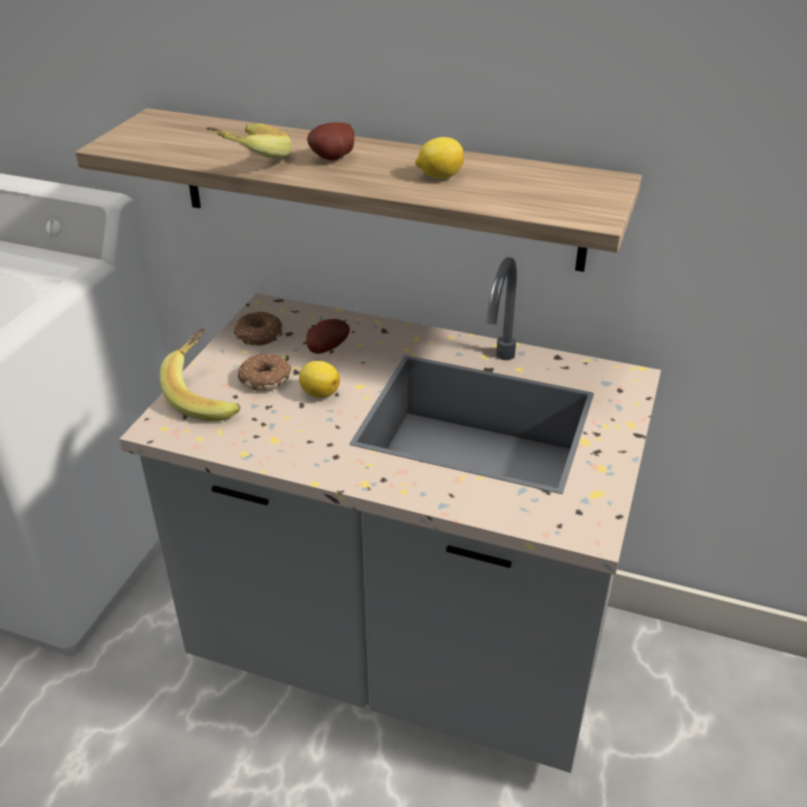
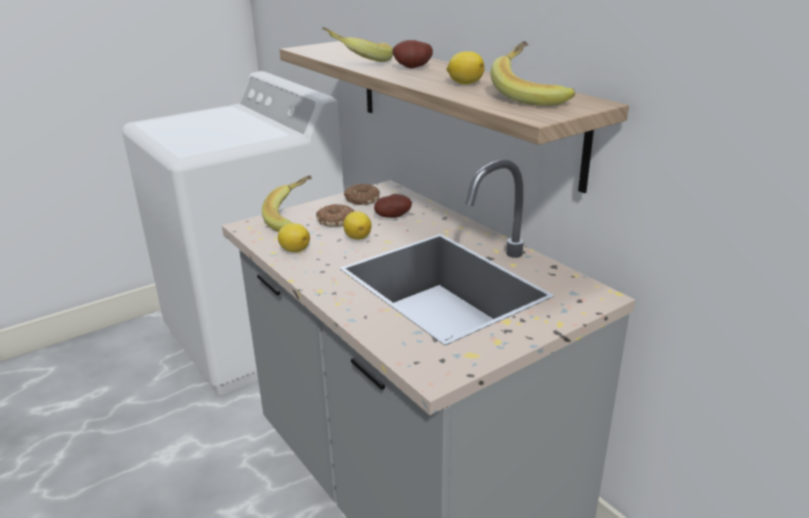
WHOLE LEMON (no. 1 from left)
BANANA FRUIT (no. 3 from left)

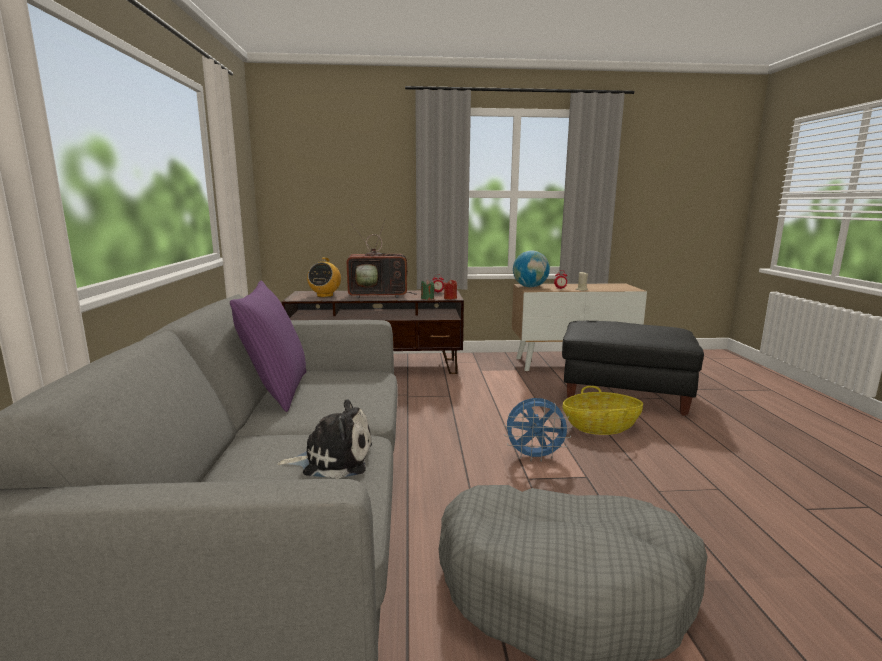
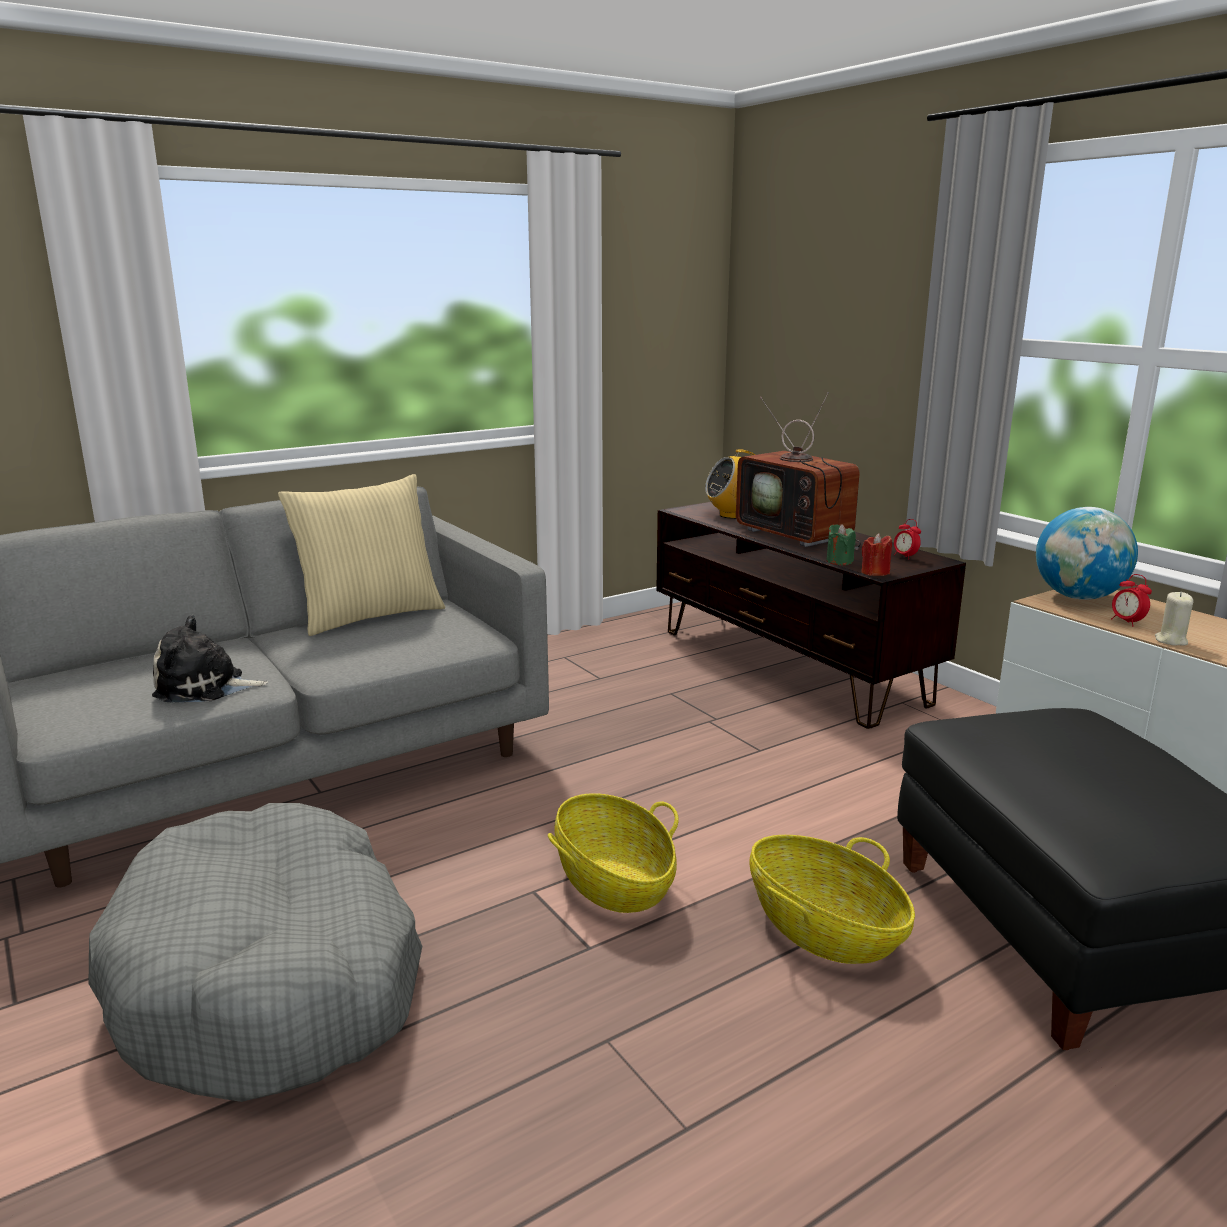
STORAGE BASKET (no. 1 from left)
BEIGE-COLOURED PILLOW
SOFT TOY

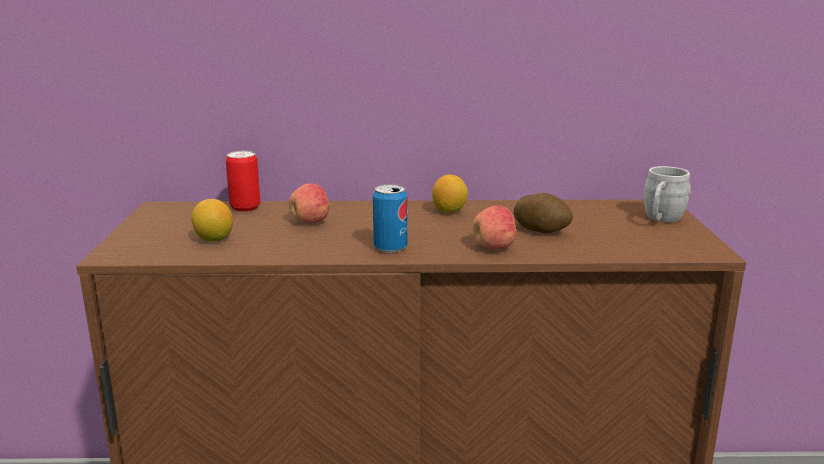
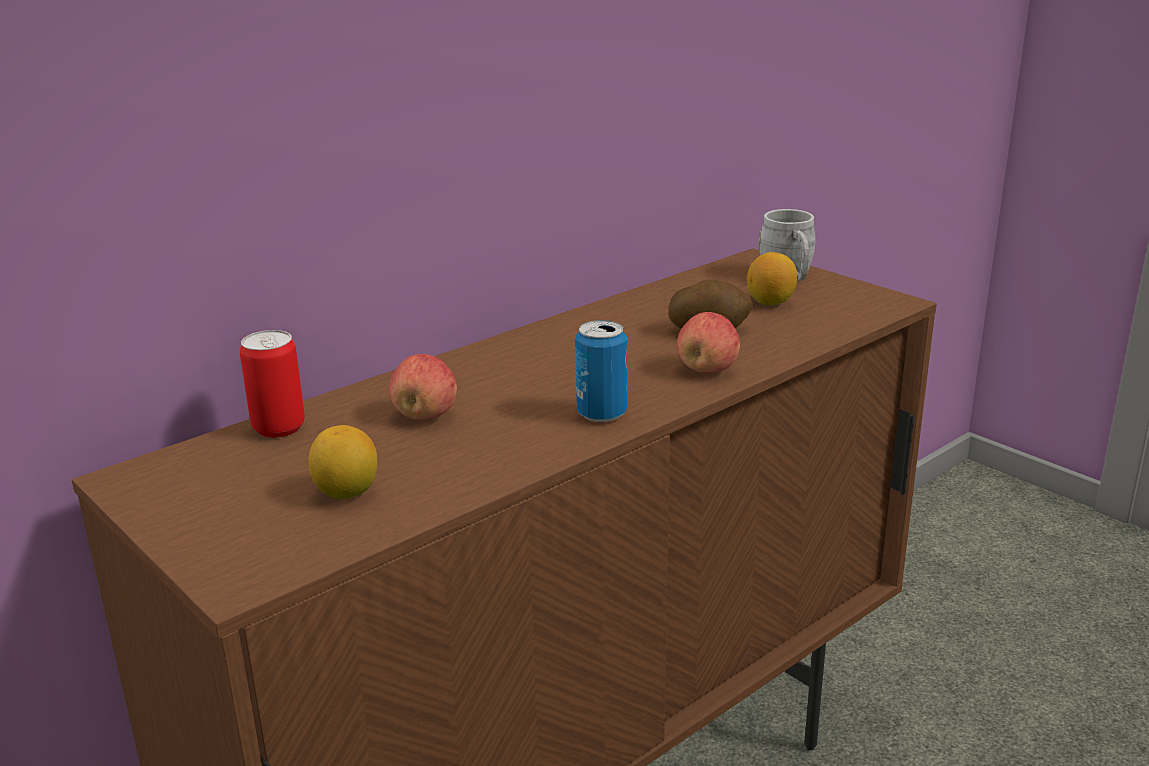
WHOLE LEMON (no. 2 from left)

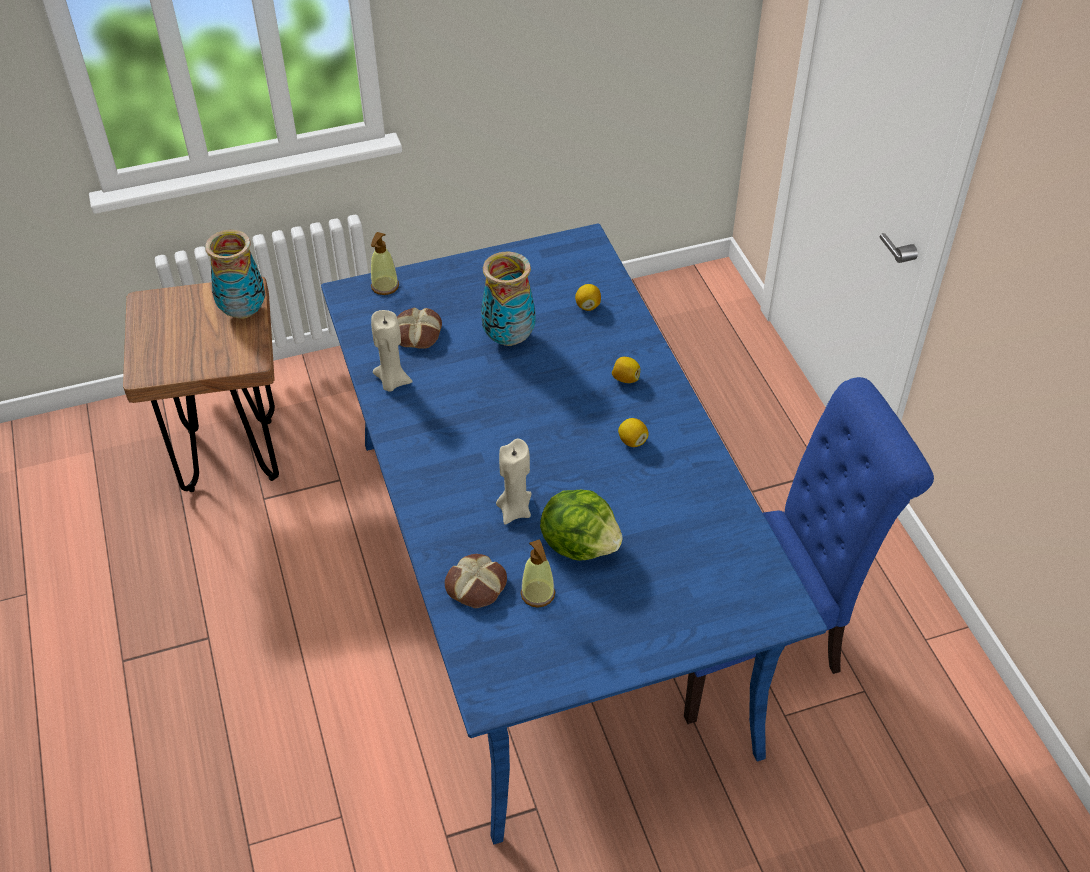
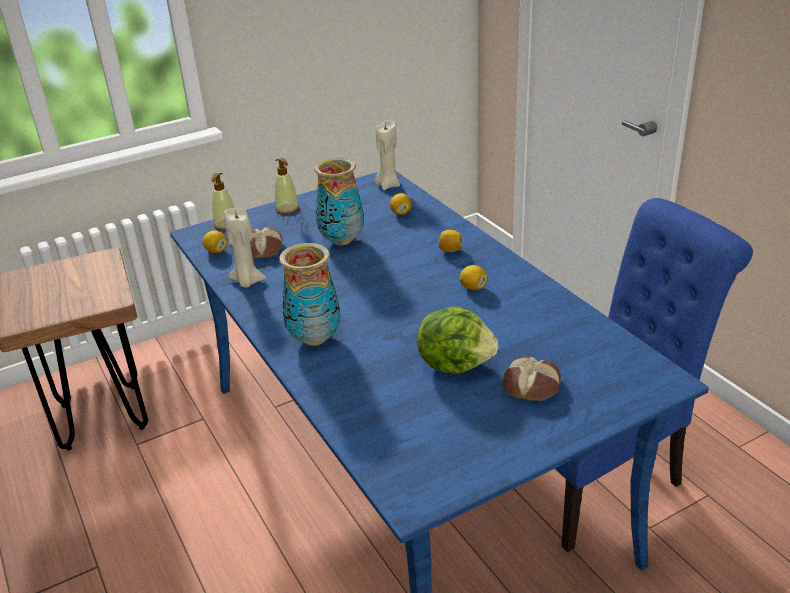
WHOLE LEMON (no. 1 from left)
VASE (no. 1 from left)
BAKERY BREAD (no. 2 from left)
BEIGE-COLOURED WAX CANDLE (no. 2 from left)
SOAP DISPENSER (no. 2 from left)

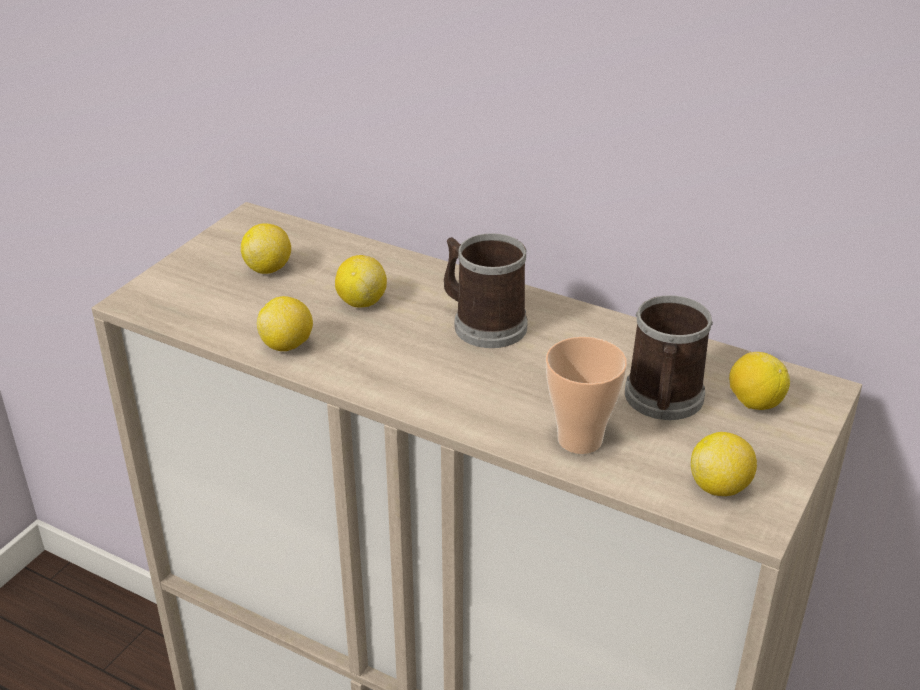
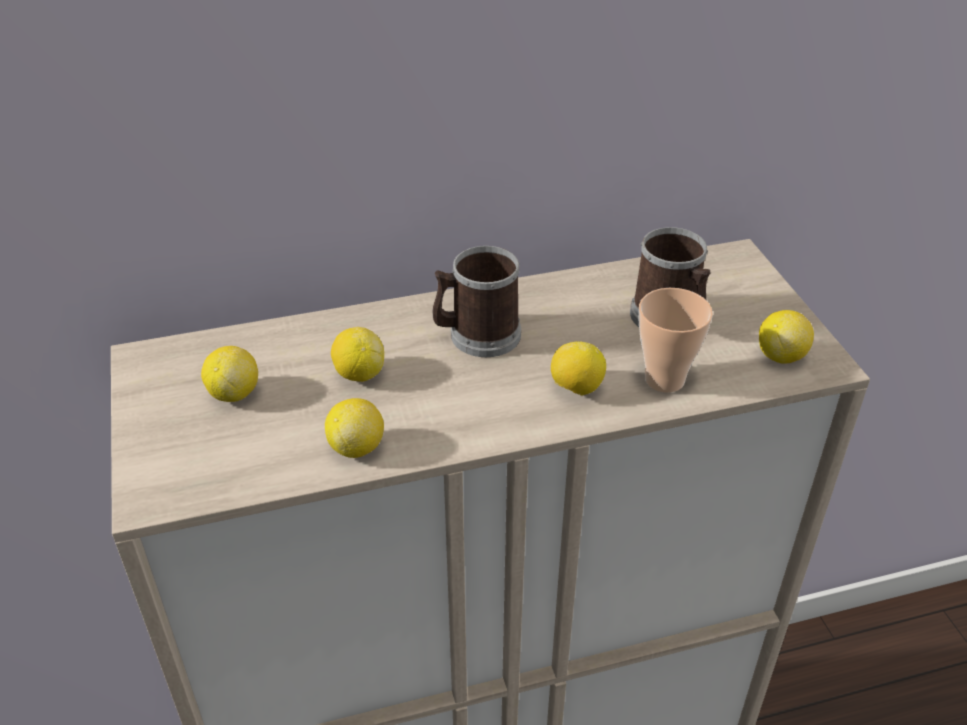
WHOLE LEMON (no. 4 from left)

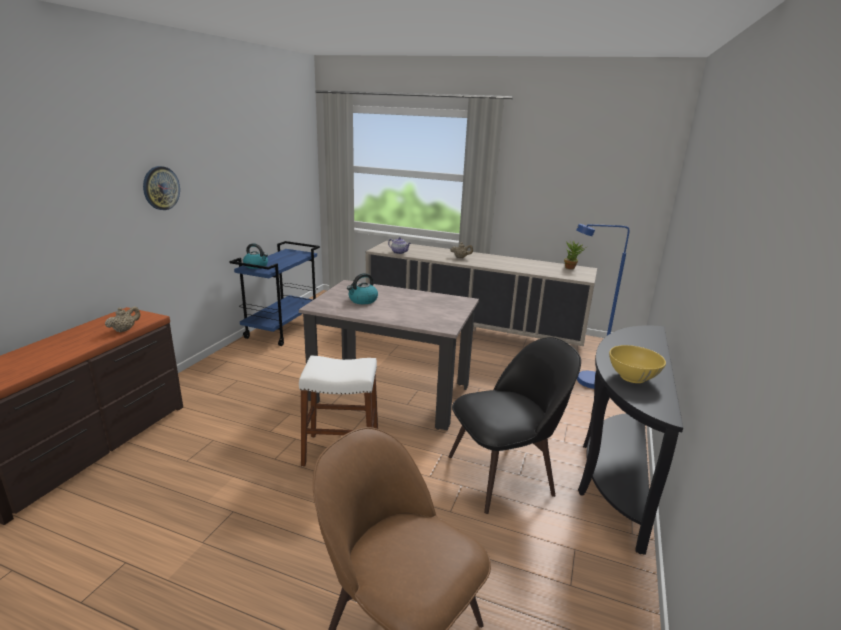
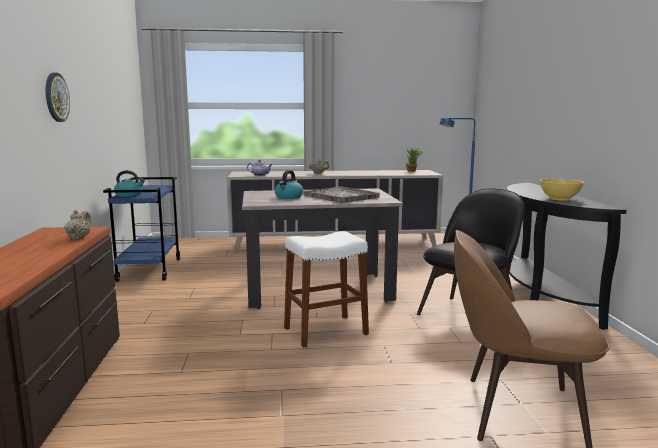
GRAY CARRYING TRAY

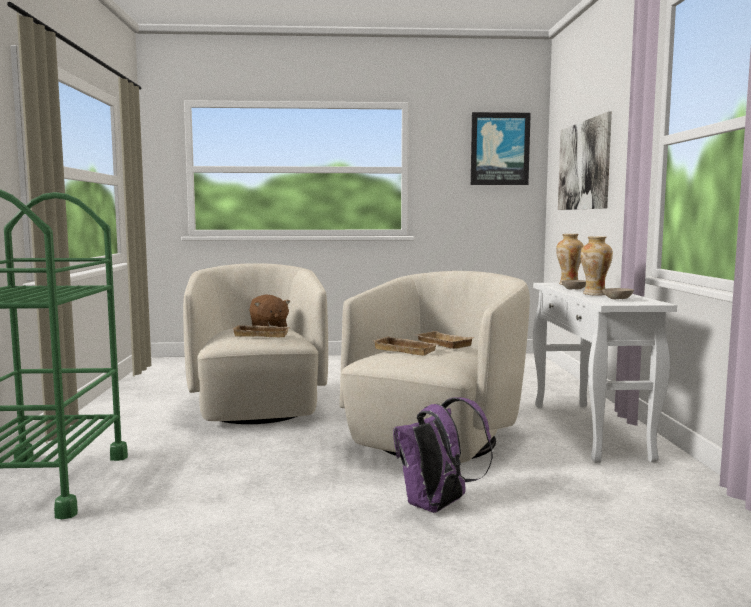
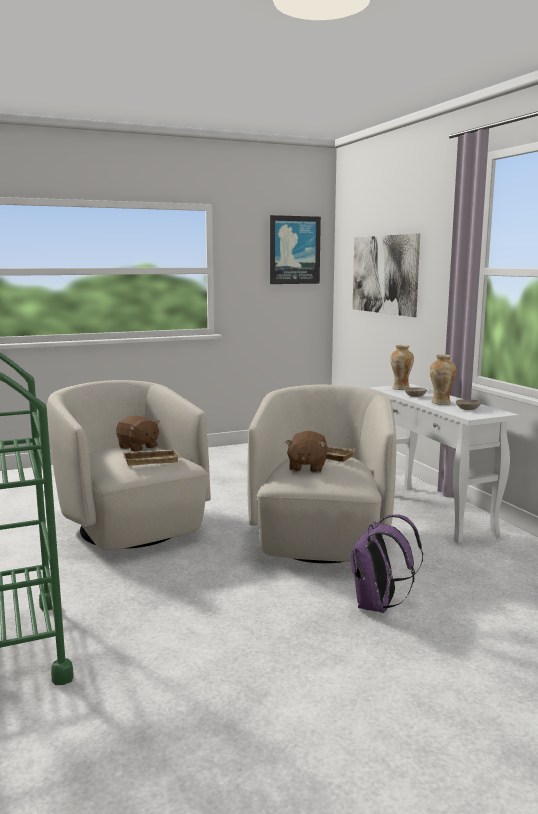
BROWN SOFT TOY (no. 2 from left)

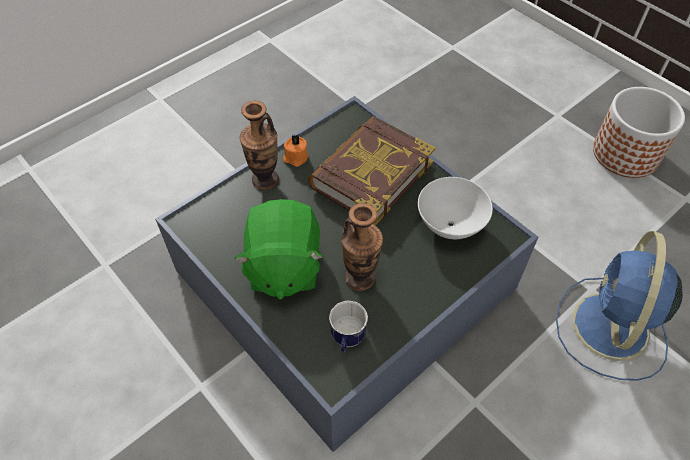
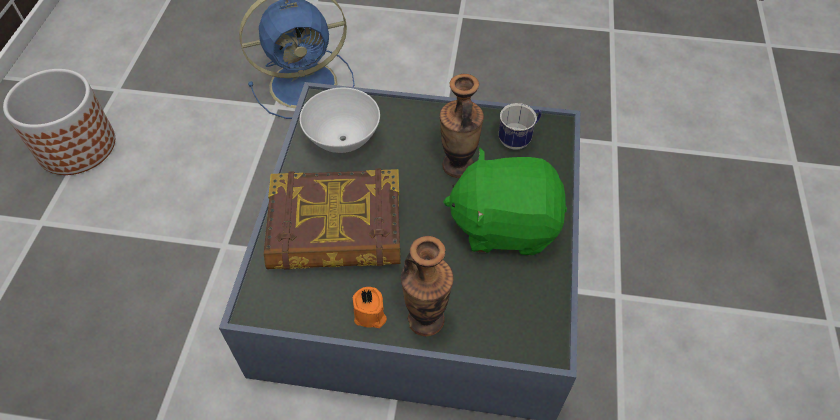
GREEN SOFT TOY

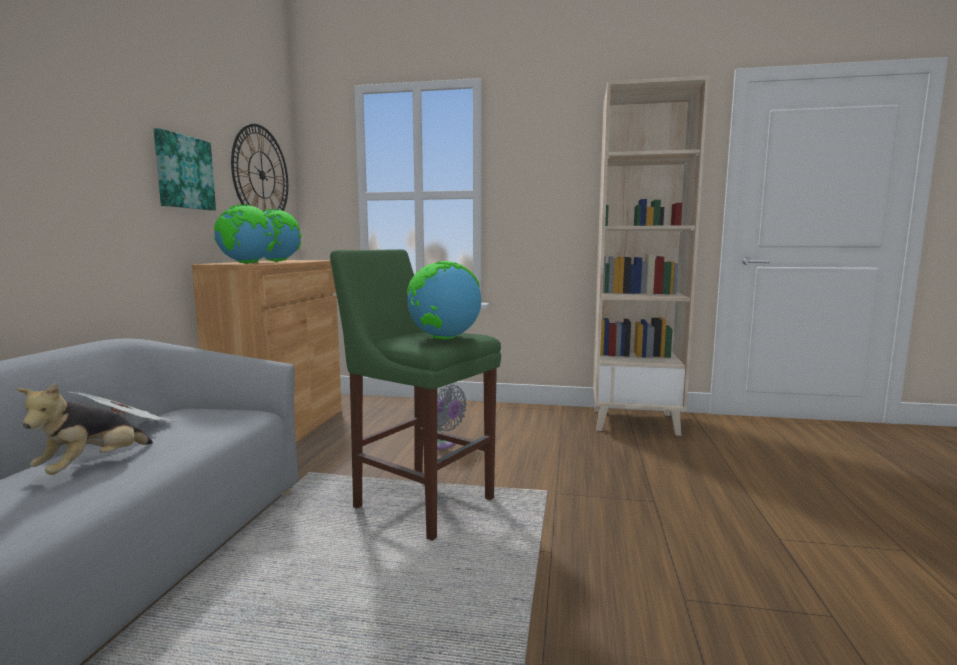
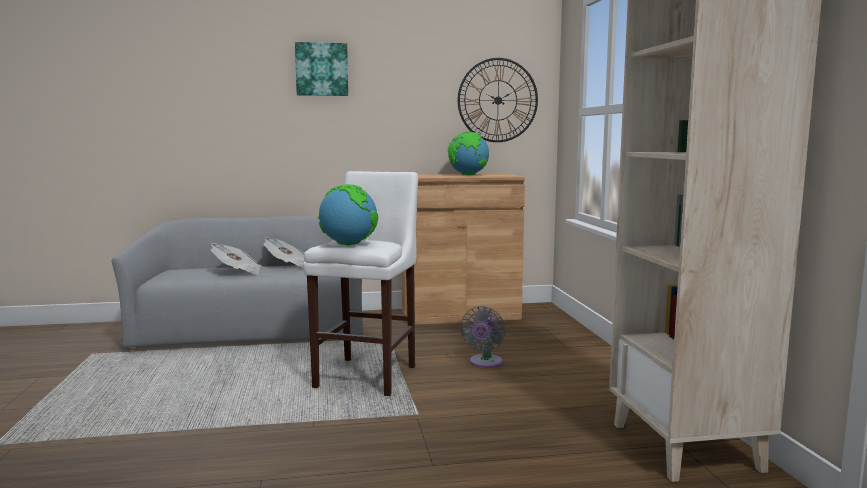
GLOBE (no. 1 from left in the first image)
PICTURE
DAILY PAPER (no. 1 from left)
WHITE SITTING STOOL

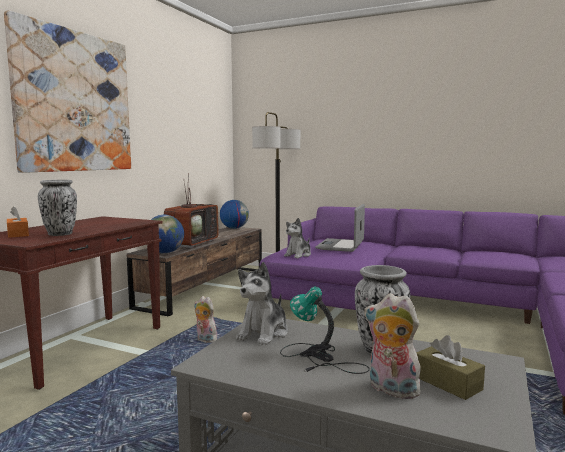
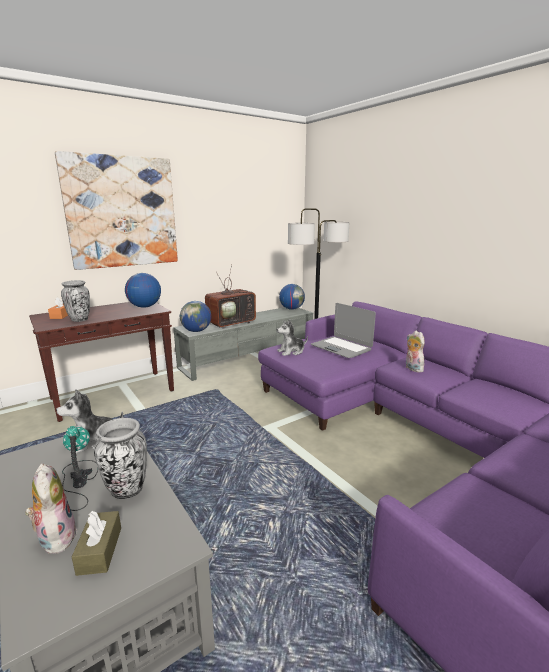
GLOBE (no. 1 from left)
SOFT TOY (no. 4 from left)
GRAY TV UNIT
LAPTOP

